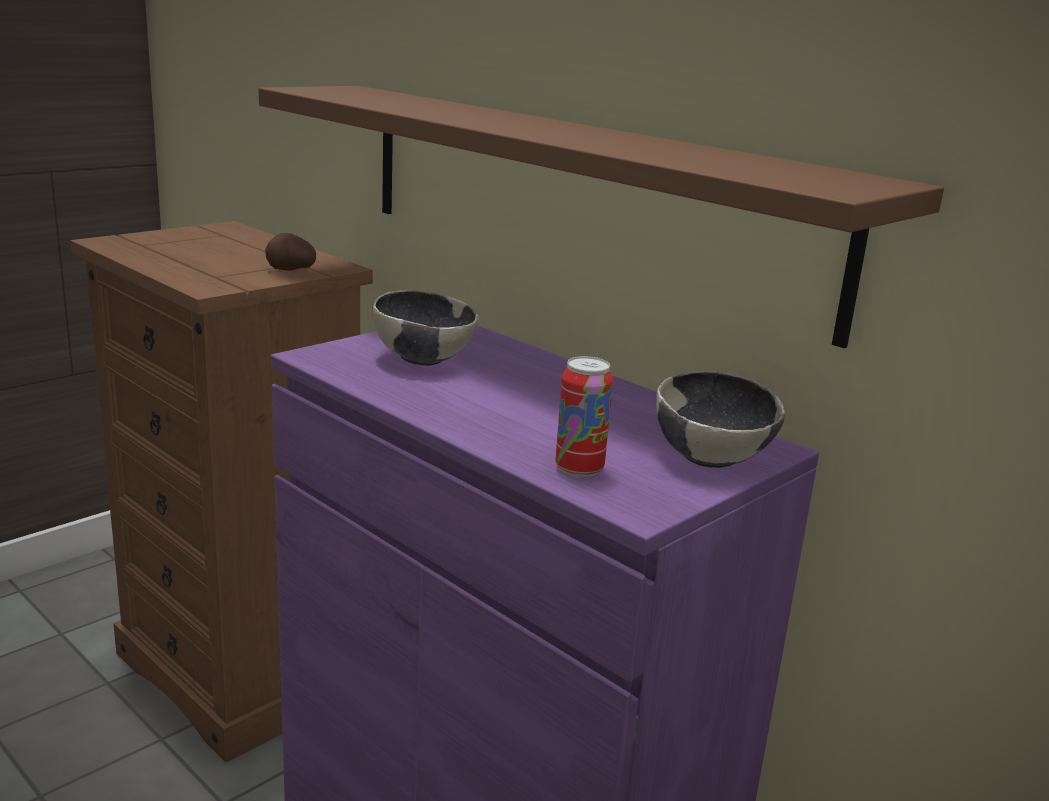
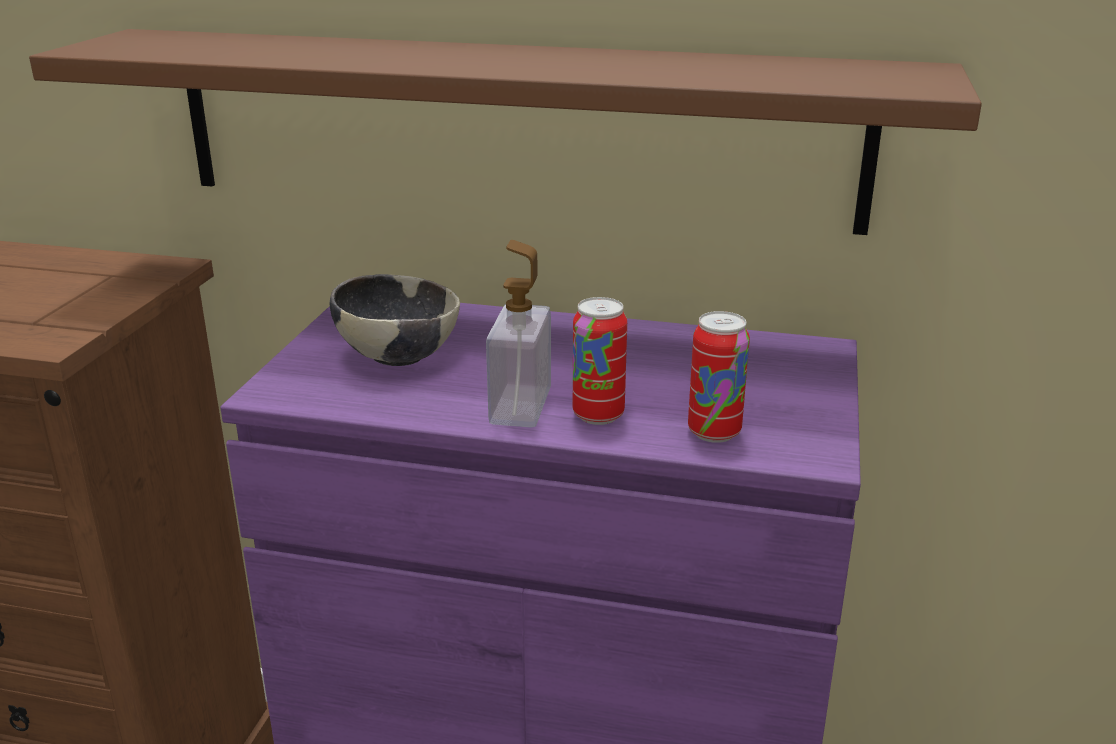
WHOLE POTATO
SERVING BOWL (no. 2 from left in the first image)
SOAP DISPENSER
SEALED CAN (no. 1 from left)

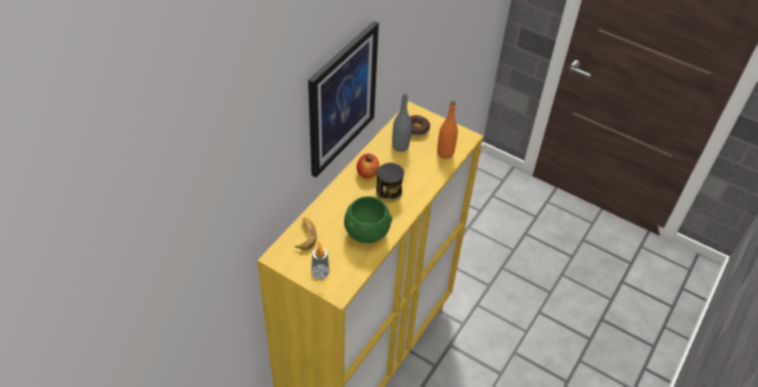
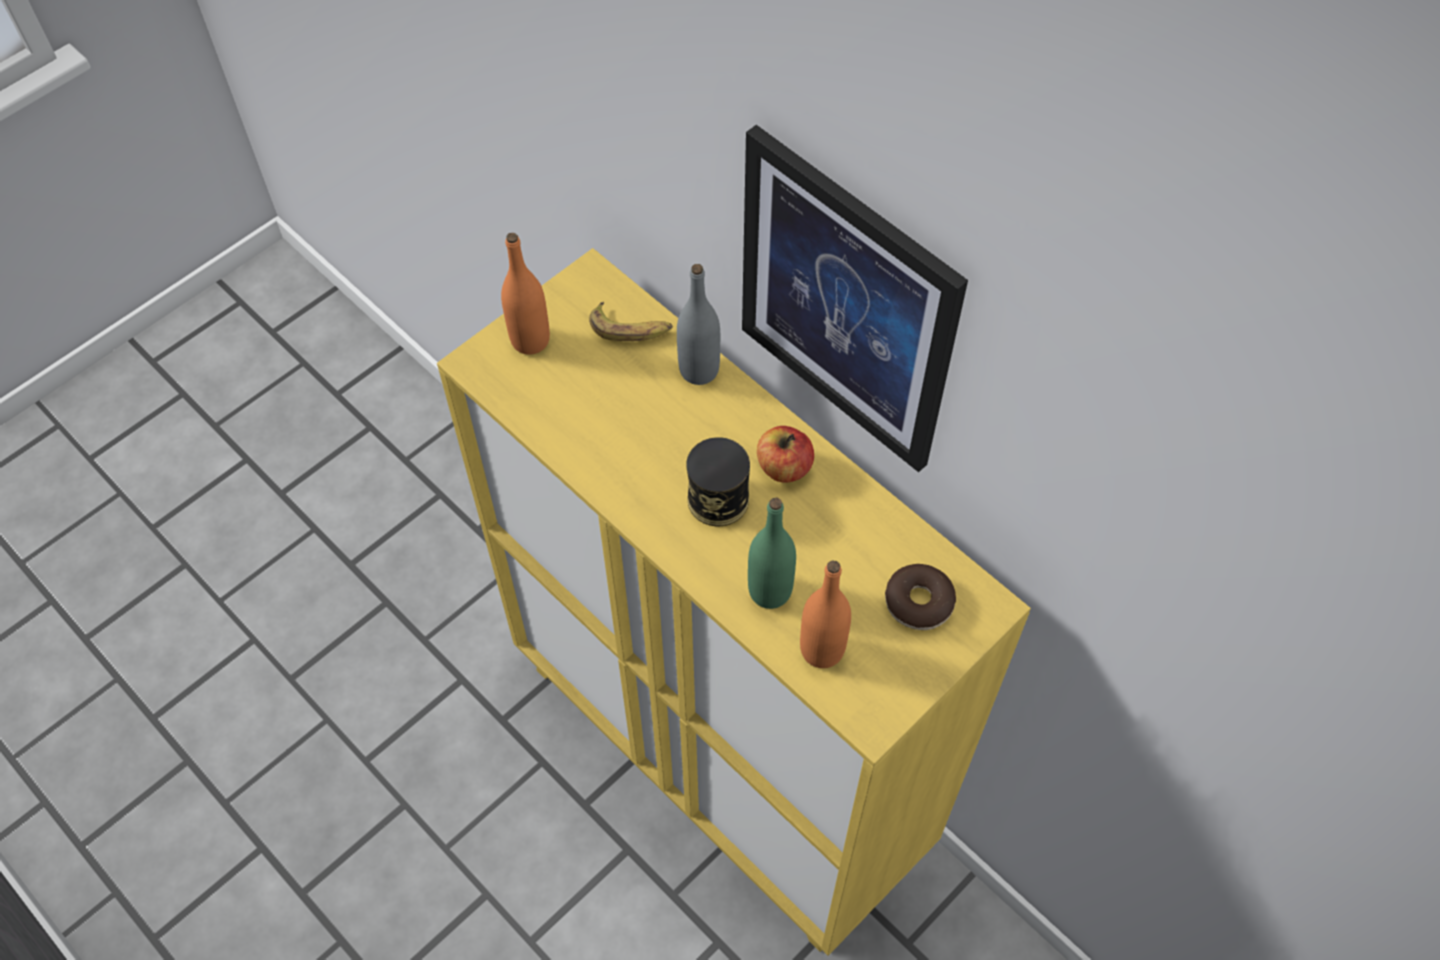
GREEN SERVING BOWL
GREEN BEVERAGE BOTTLE
GRAY BEVERAGE BOTTLE
ORANGE-COLOURED BEVERAGE BOTTLE (no. 1 from left)

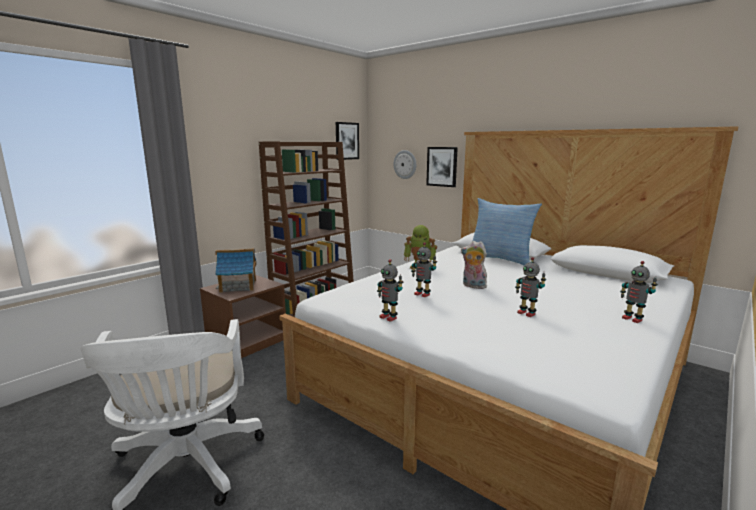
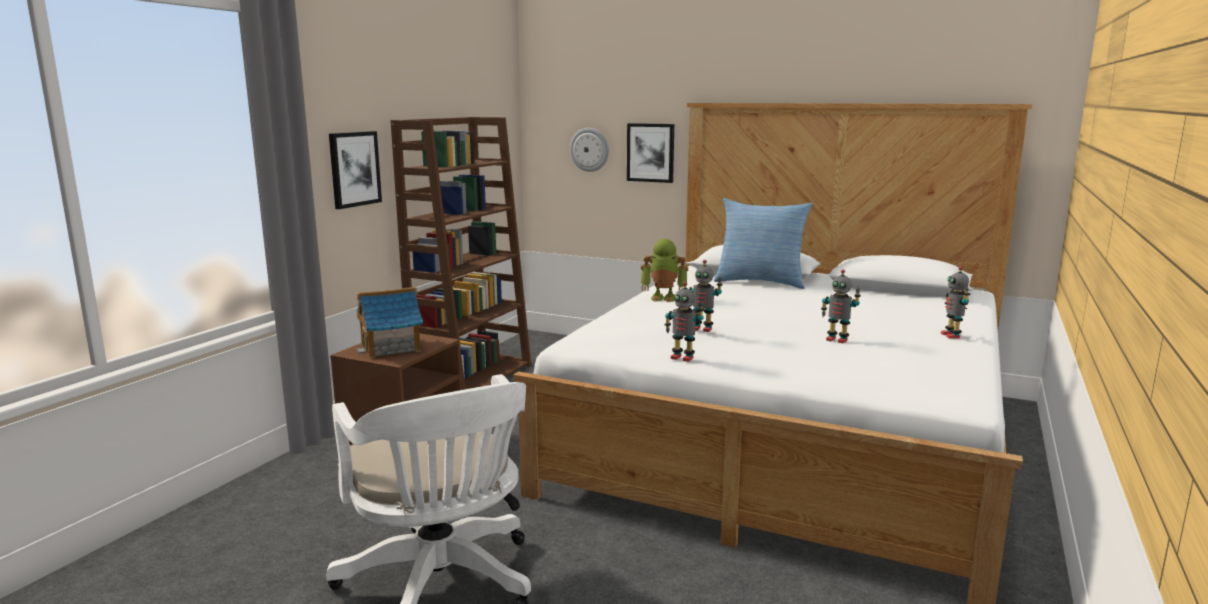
SOFT TOY
PICTURE (no. 1 from left)
ROBOT FIGURE (no. 5 from left)

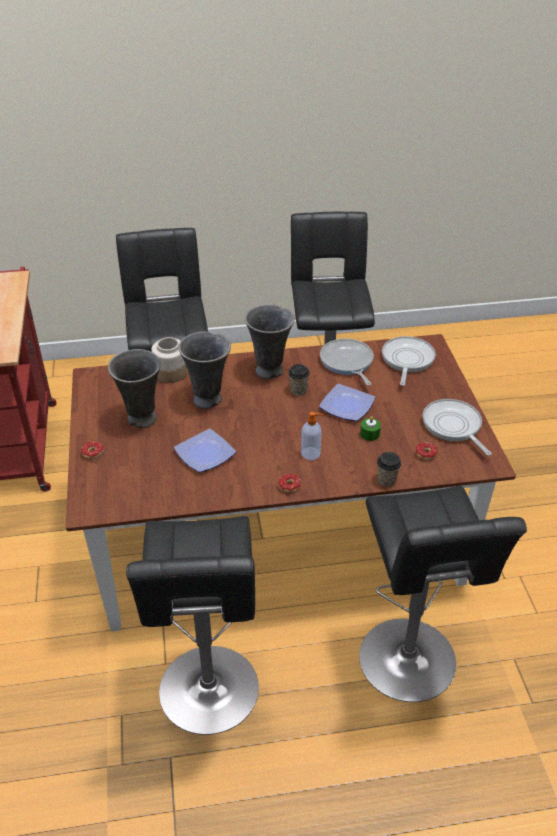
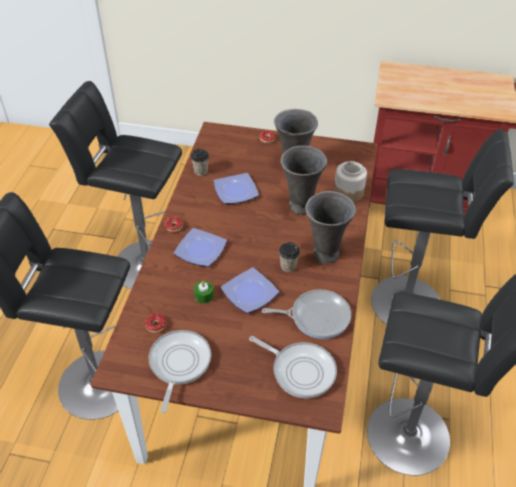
CUP (no. 1 from left)
DINNER PLATE (no. 1 from left)
FRYING PAN (no. 1 from left)

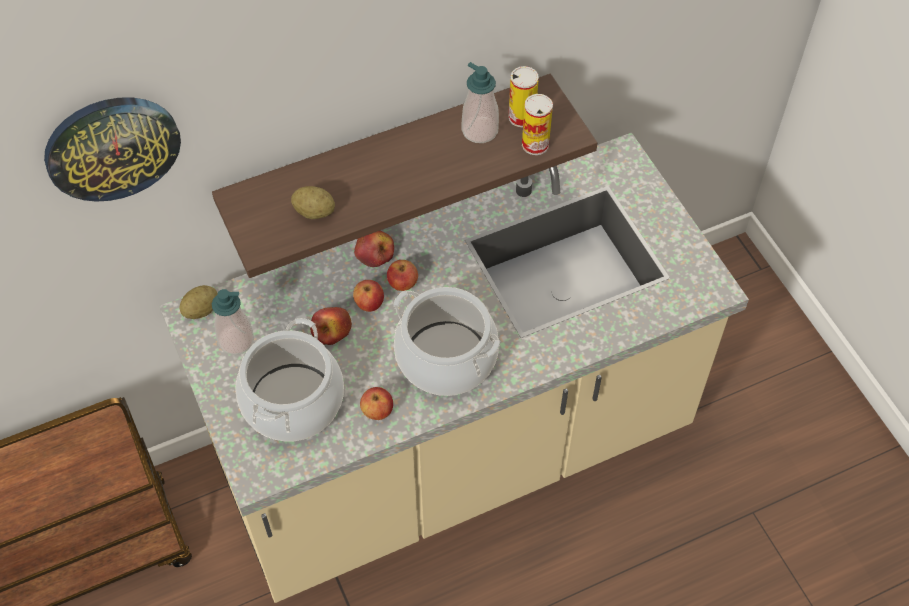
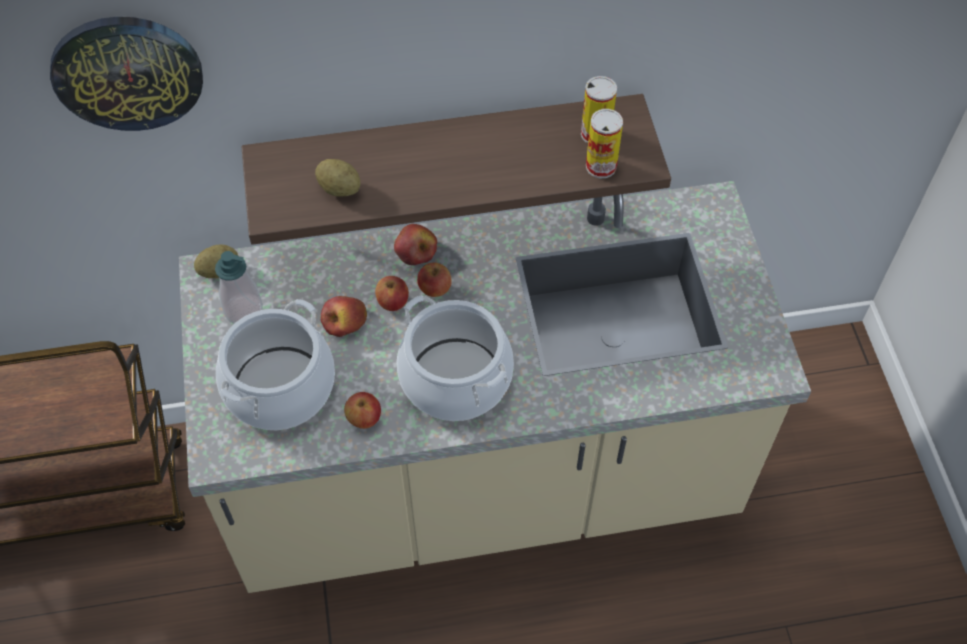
SOAP DISPENSER (no. 2 from left in the first image)

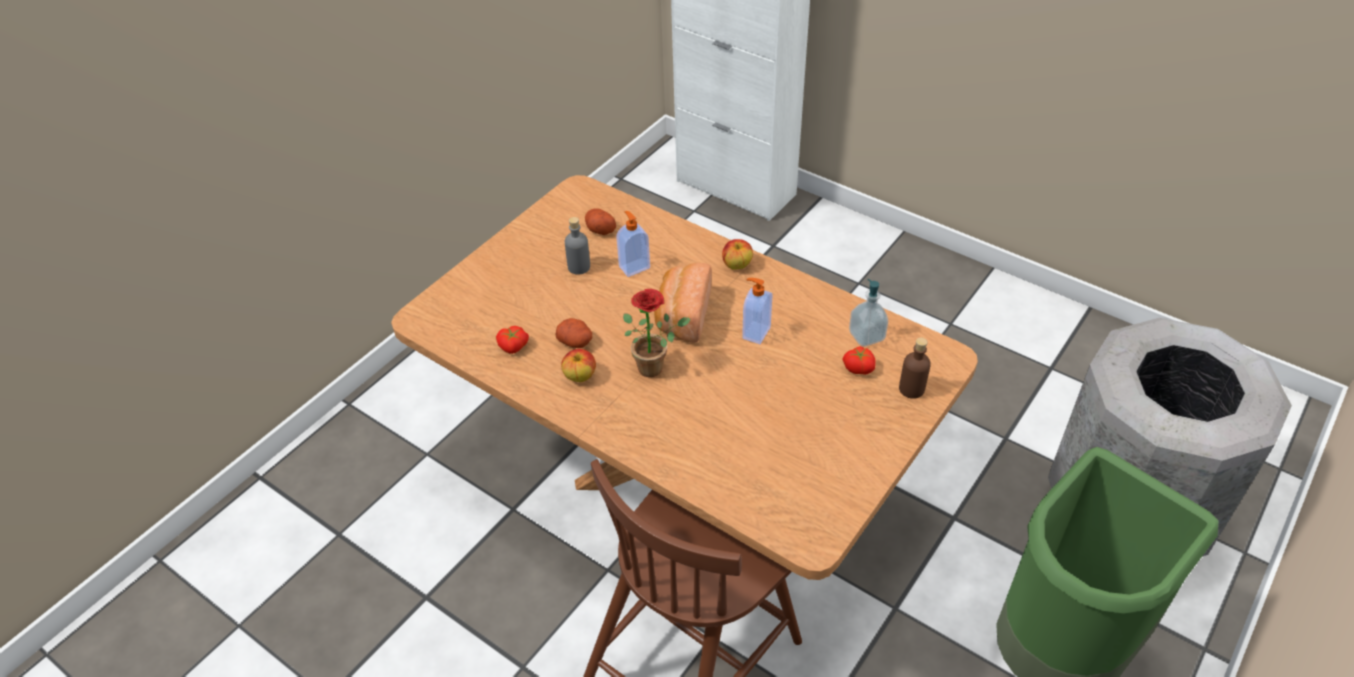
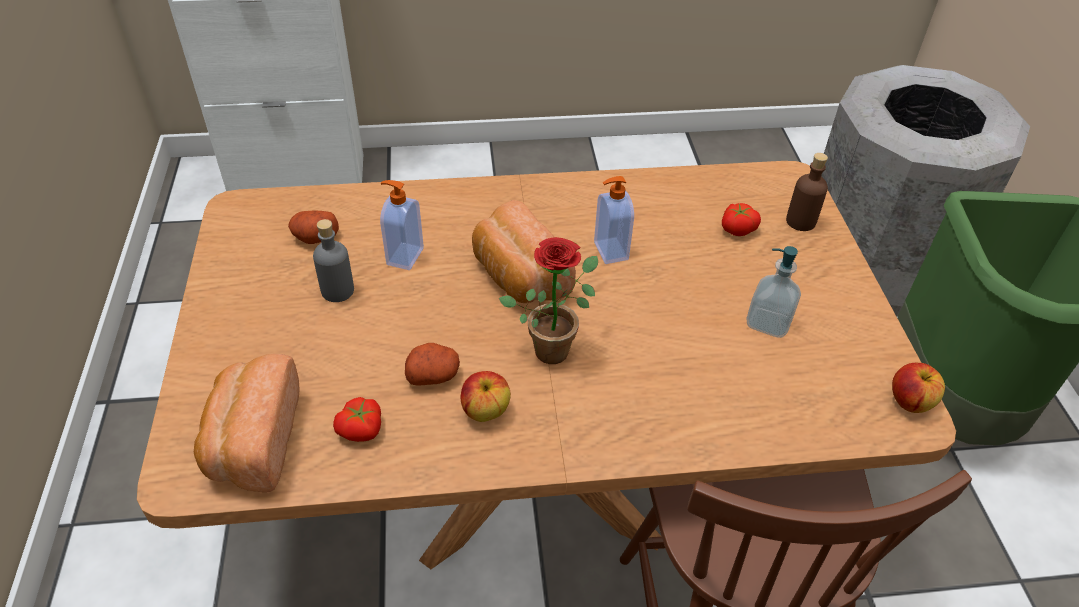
BAKERY BREAD (no. 1 from left)
APPLE (no. 2 from left)
SOAP DISPENSER (no. 3 from left)

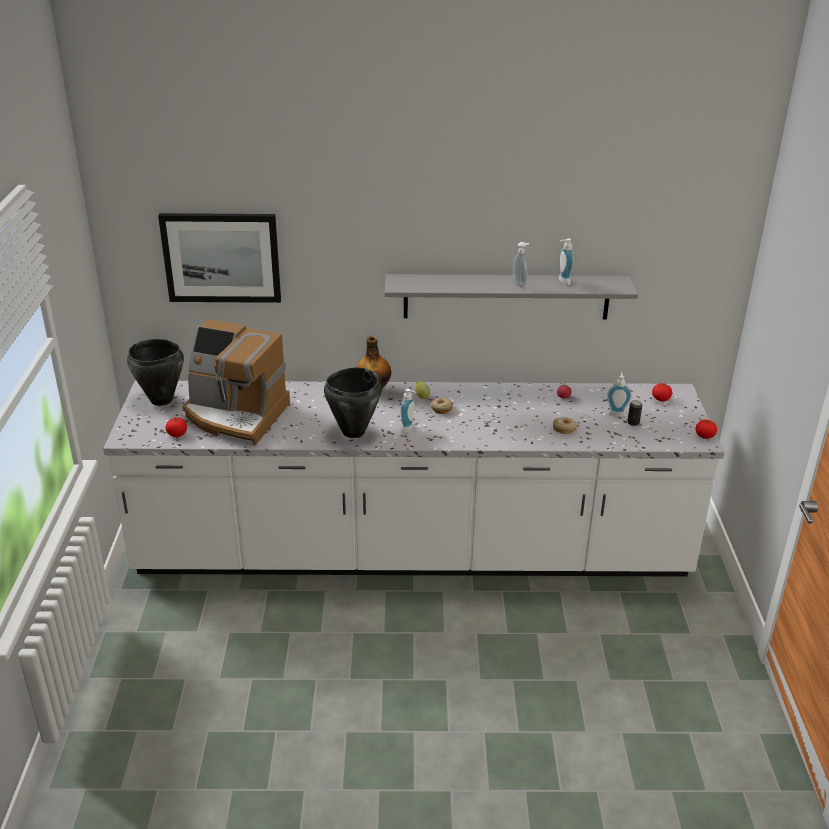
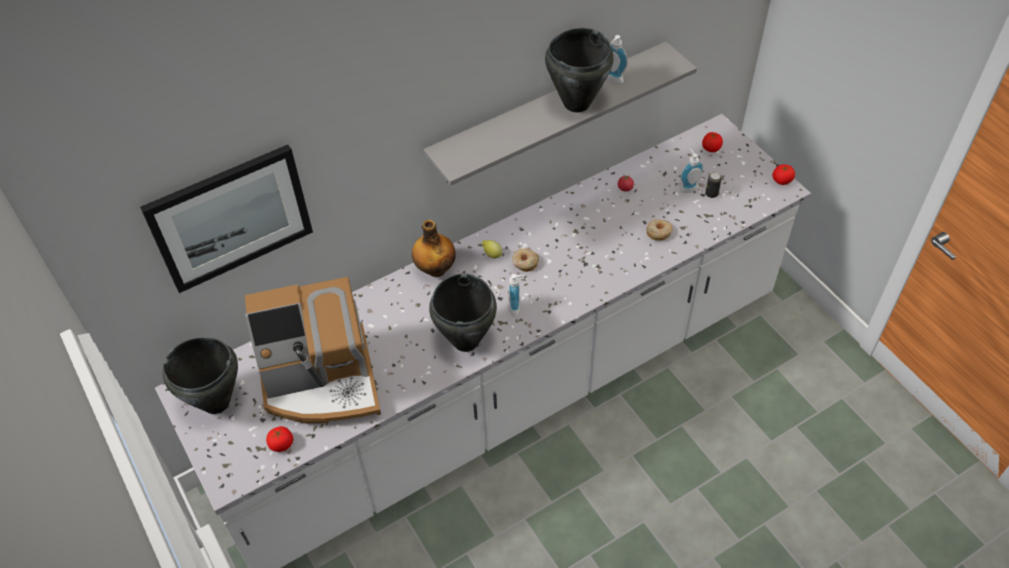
BLACK-COLOURED SAUCEPOT (no. 3 from left)

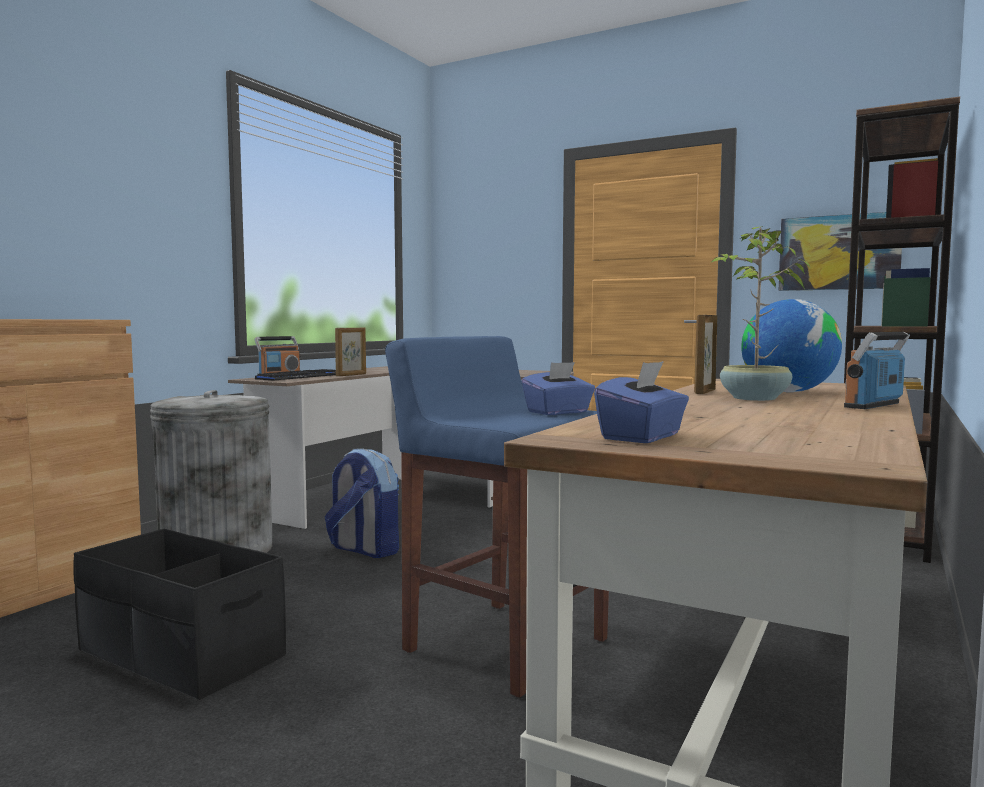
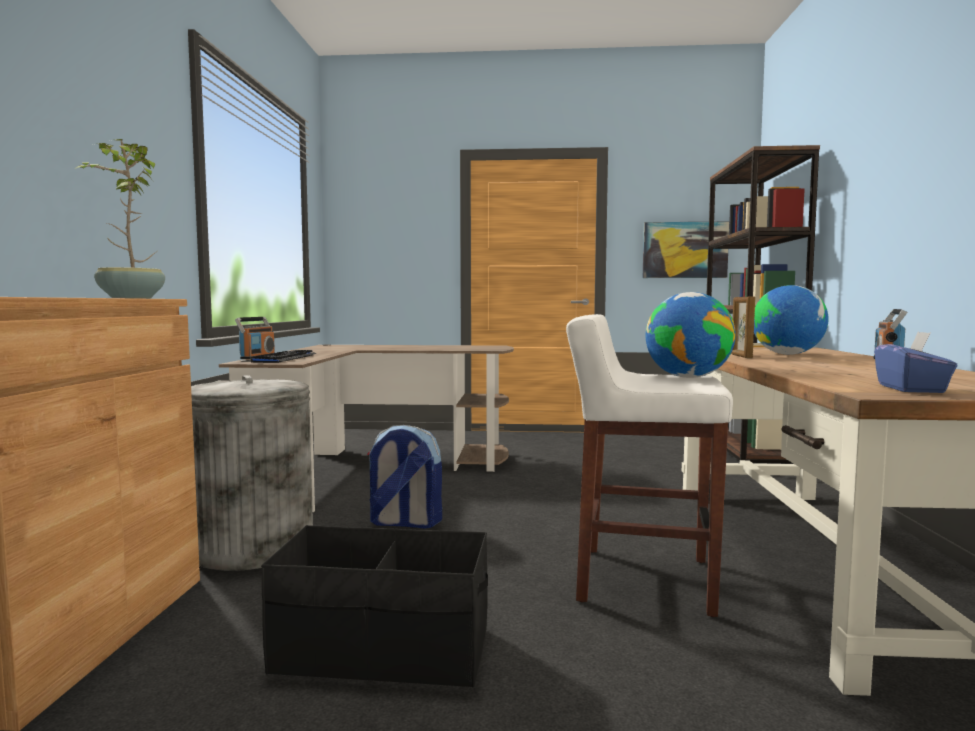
STANDING FRAME (no. 1 from left in the first image)
HOUSEPLANT
GLOBE (no. 1 from left)
WHITE SITTING STOOL

